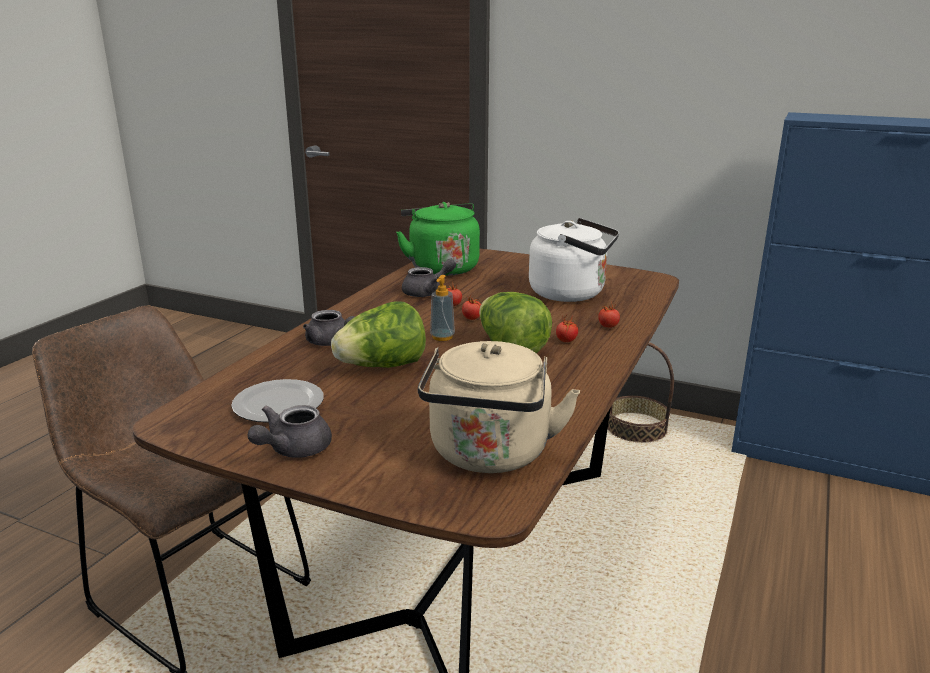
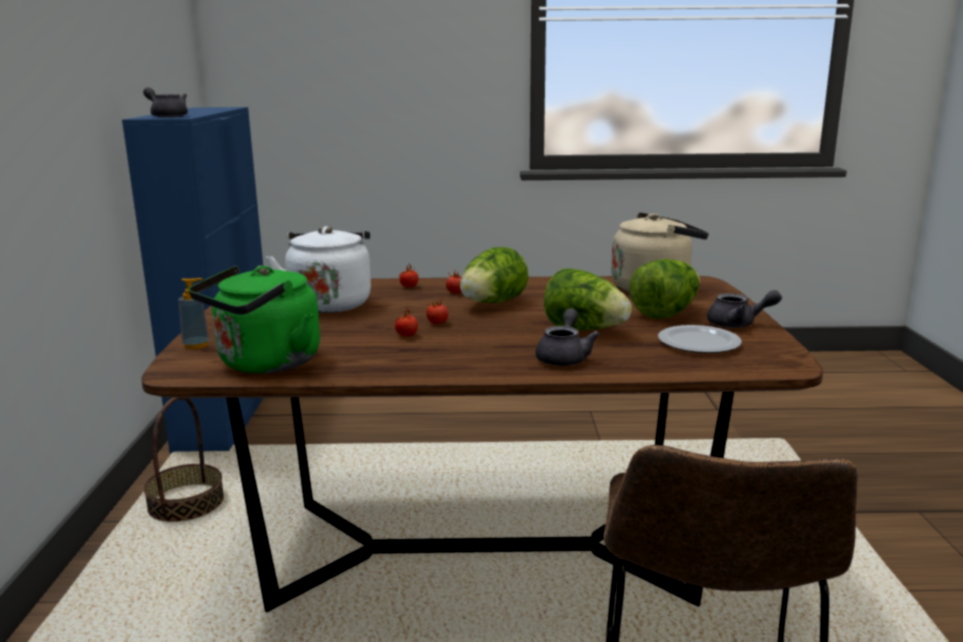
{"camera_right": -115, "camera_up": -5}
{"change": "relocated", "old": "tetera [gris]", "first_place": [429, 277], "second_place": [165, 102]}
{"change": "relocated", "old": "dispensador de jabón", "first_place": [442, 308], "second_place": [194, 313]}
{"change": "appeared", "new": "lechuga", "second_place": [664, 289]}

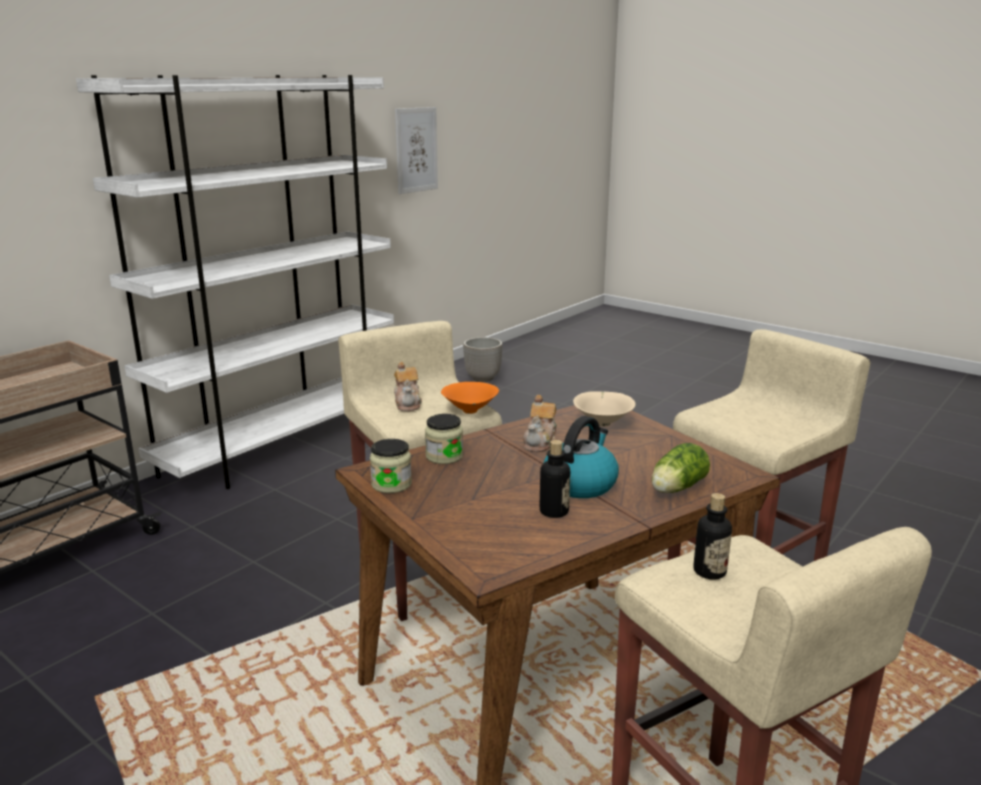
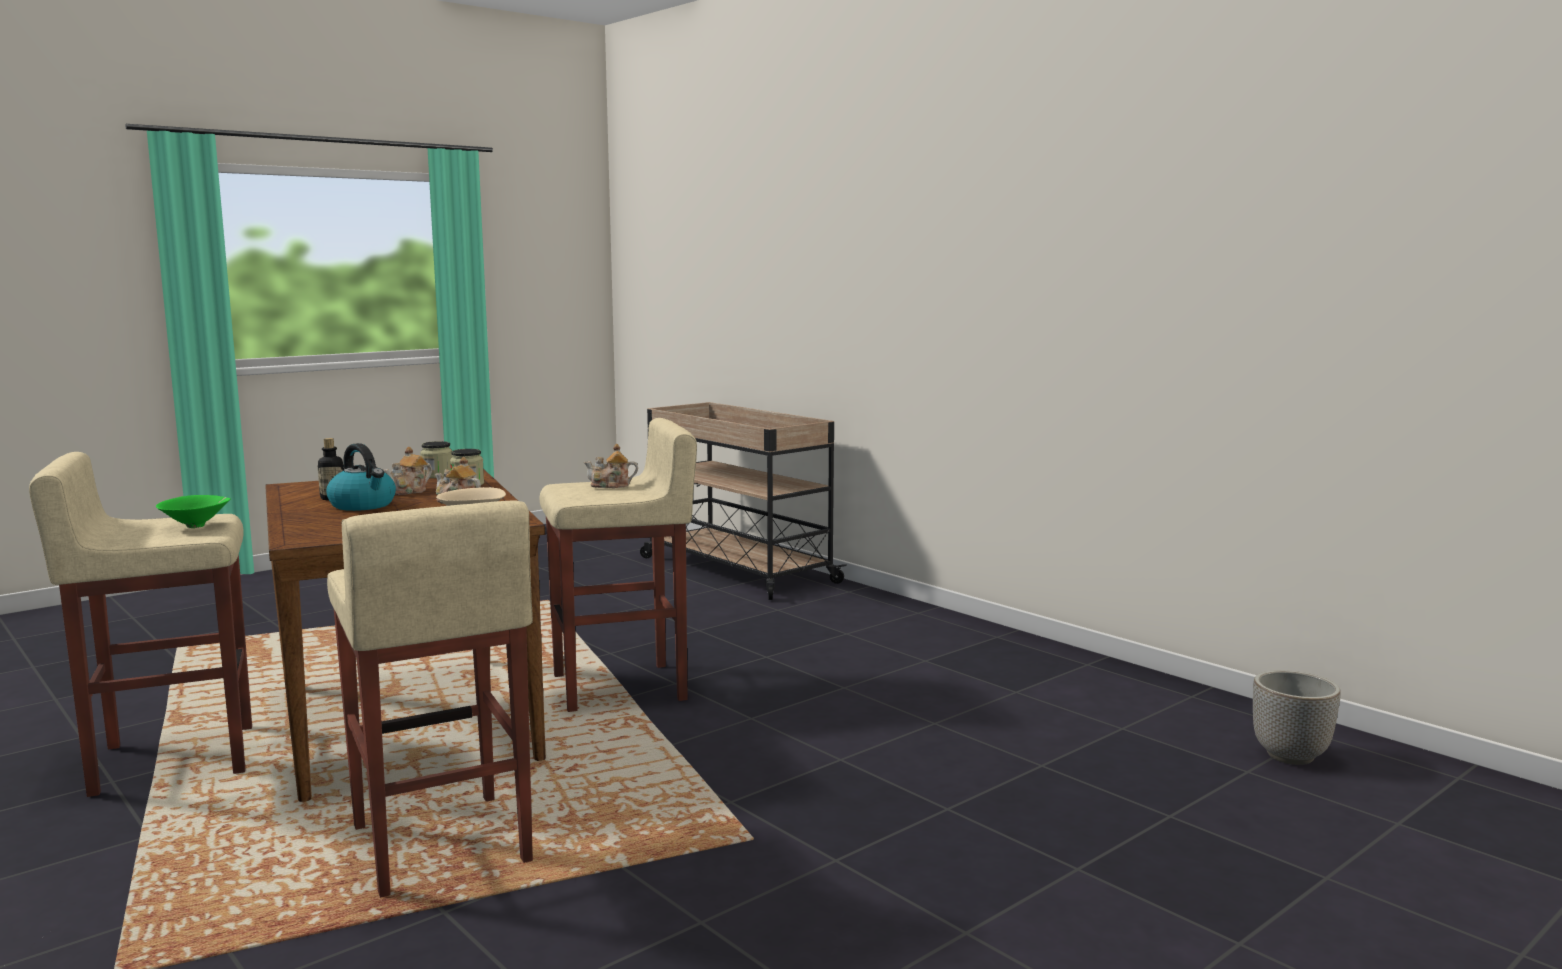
{"camera_right": 100, "camera_up": -10}
{"change": "missing", "old": "estantería [blanco]", "first_place": [235, 282]}
{"change": "missing", "old": "cuadro", "first_place": [416, 150]}
{"change": "missing", "old": "cuenco [naranja]", "first_place": [470, 398]}
{"change": "missing", "old": "lechuga", "first_place": [680, 468]}
{"change": "exchanged", "old": "botella", "new": "cuenco [verde]", "first_place": [712, 536], "second_place": [193, 511]}
{"change": "appeared", "new": "tetera", "second_place": [407, 471]}

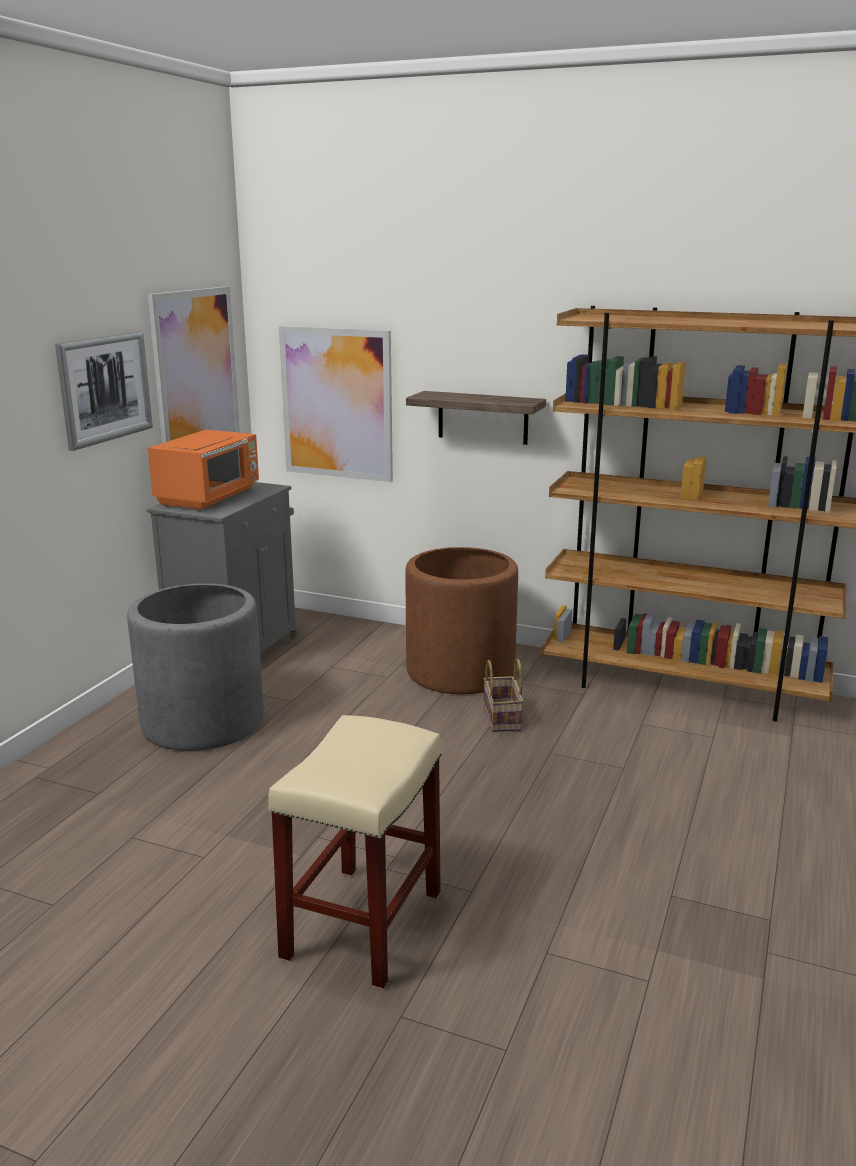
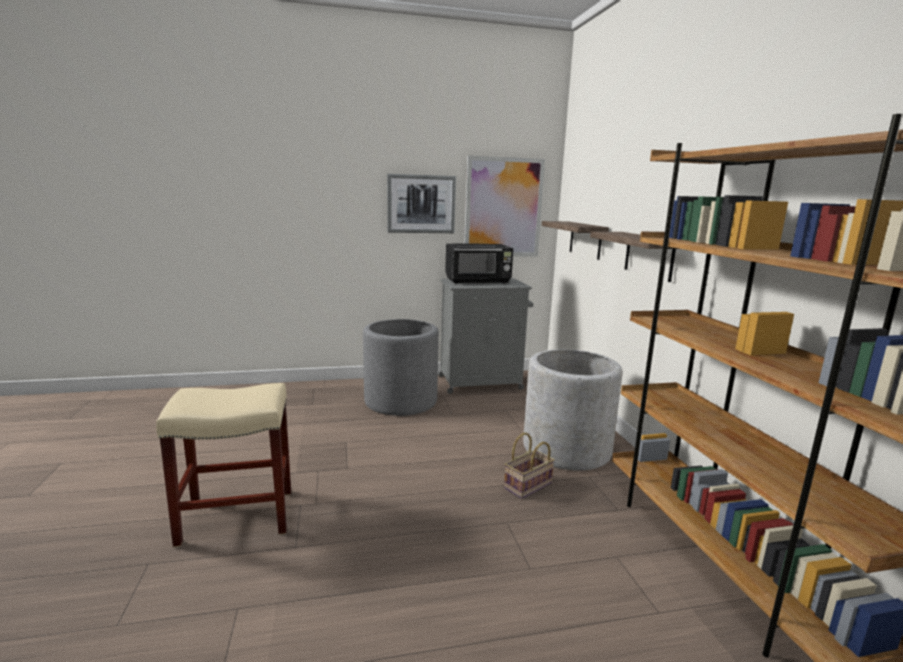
{"camera_right": 55, "camera_up": -5}
{"change": "exchanged", "old": "cuadro", "new": "estante", "first_place": [336, 404], "second_place": [575, 240]}
{"change": "colour", "old": "microondas [naranja]", "new": "microondas [negro]", "first_place": [203, 470], "second_place": [479, 263]}
{"change": "colour", "old": "maceta [marrón]", "new": "maceta [gris]", "first_place": [461, 620], "second_place": [573, 410]}

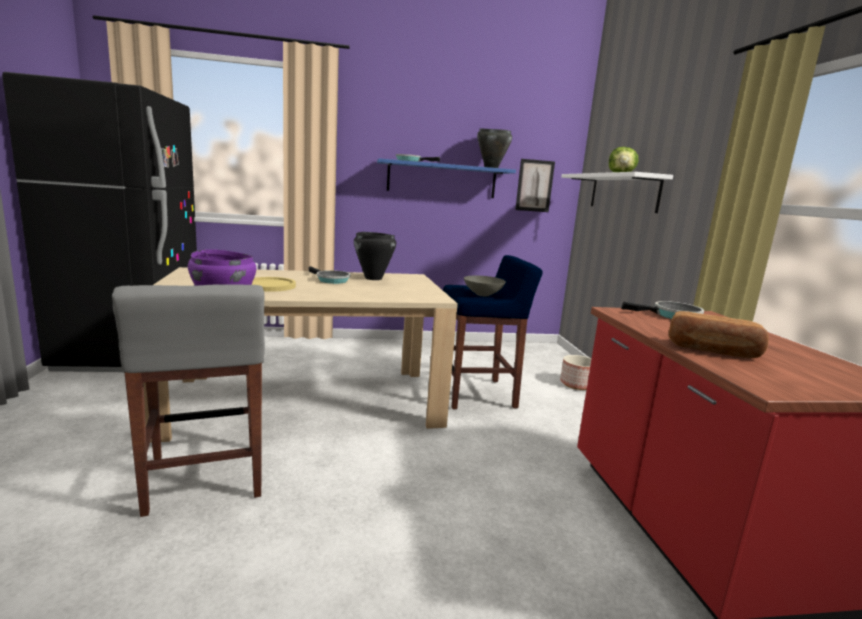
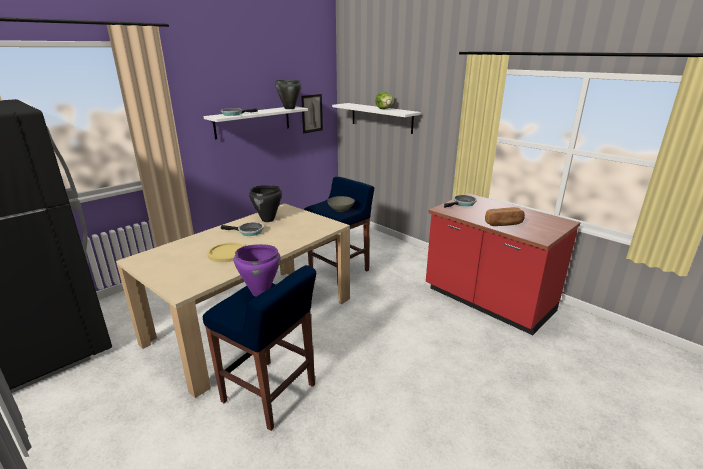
{"camera_right": -35, "camera_up": 10}
{"change": "colour", "old": "estante [azul]", "new": "estante [blanco]", "first_place": [446, 178], "second_place": [255, 123]}
{"change": "colour", "old": "taburete [gris]", "new": "taburete [azul]", "first_place": [188, 400], "second_place": [259, 348]}
{"change": "missing", "old": "maceta", "first_place": [576, 372]}

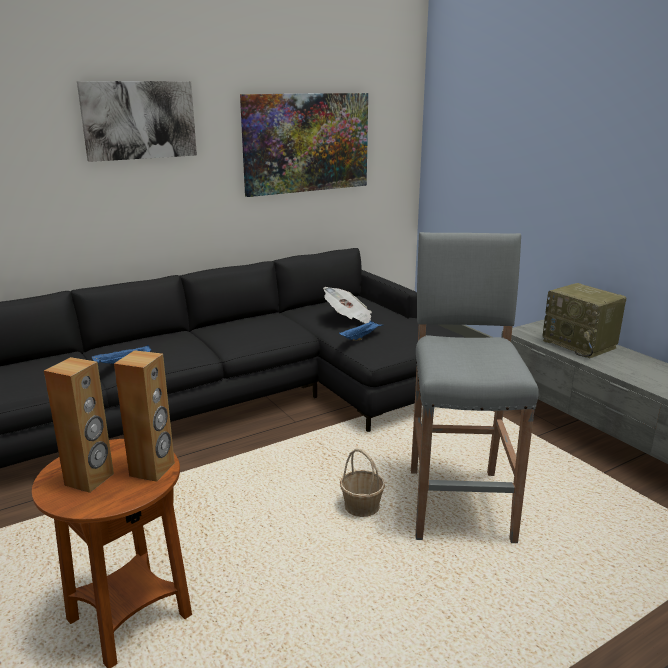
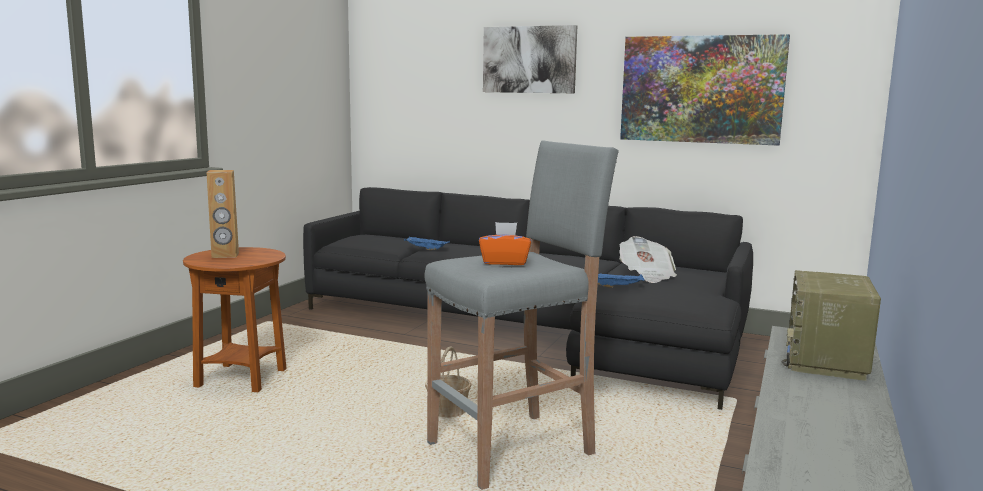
{"camera_right": 55, "camera_up": -10}
{"change": "missing", "old": "altavoz [marrón]", "first_place": [144, 416]}
{"change": "appeared", "new": "caja de pañuelos [naranja]", "second_place": [505, 243]}

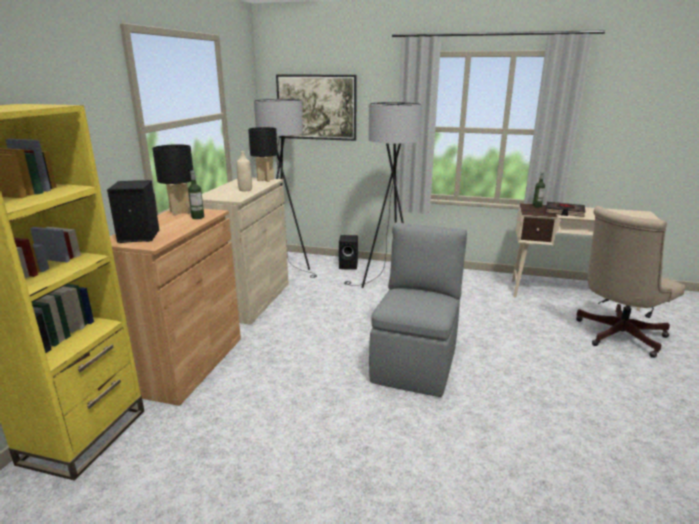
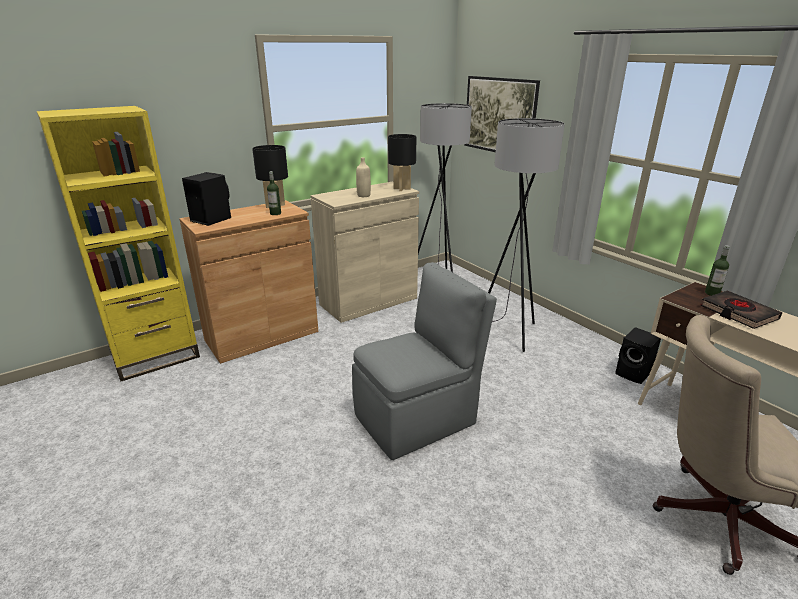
{"camera_right": 40, "camera_up": 5}
{"change": "relocated", "old": "altavoz [negro]", "first_place": [348, 252], "second_place": [638, 355]}

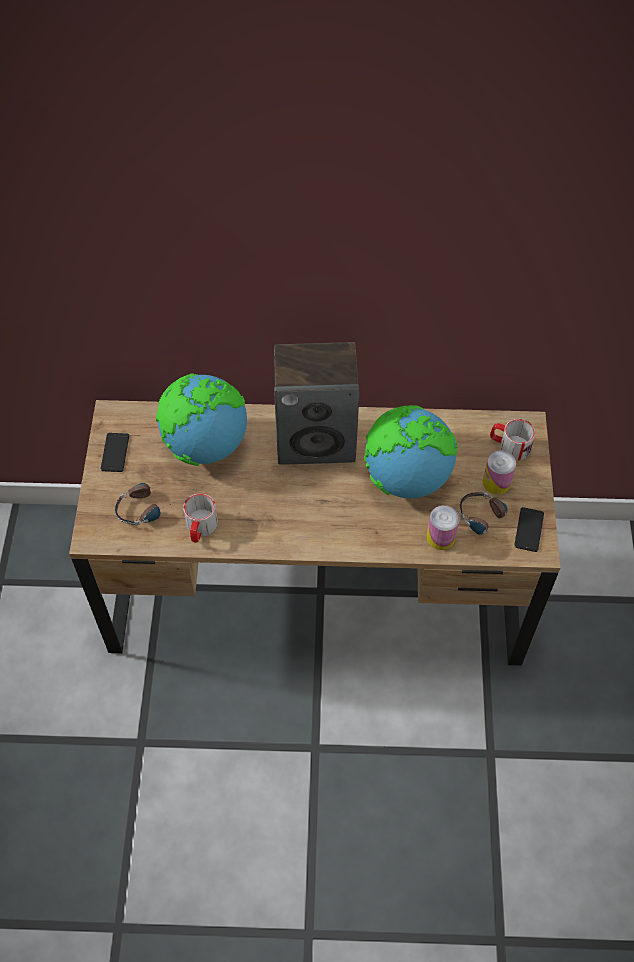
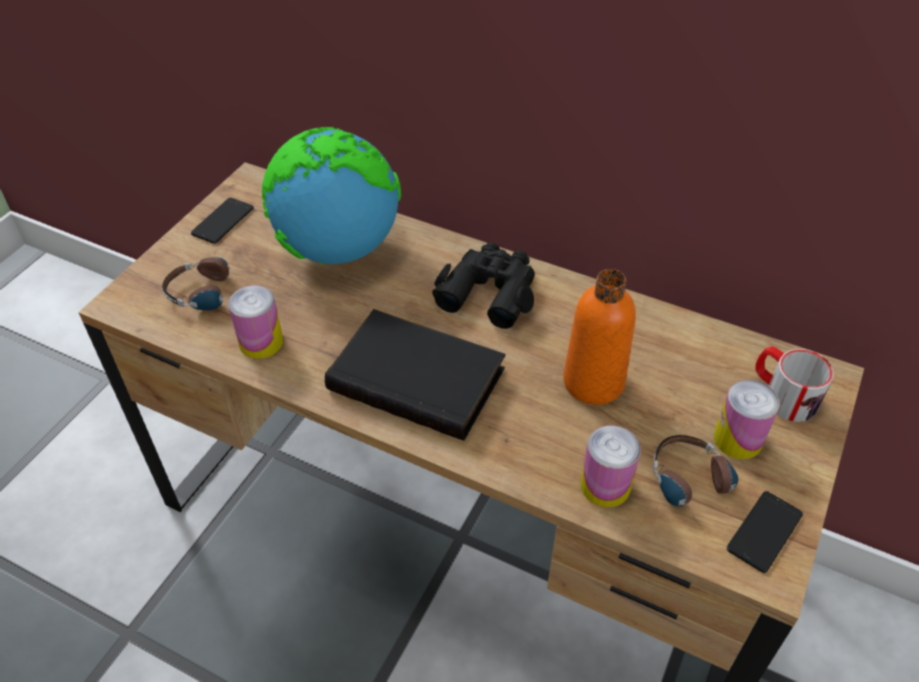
{"camera_right": 25, "camera_up": -10}
{"change": "exchanged", "old": "altavoz", "new": "prismáticos [negro]", "first_place": [317, 403], "second_place": [483, 286]}
{"change": "exchanged", "old": "globo terráqueo", "new": "botella [naranja]", "first_place": [411, 451], "second_place": [599, 337]}
{"change": "exchanged", "old": "taza grande", "new": "lata", "first_place": [200, 518], "second_place": [255, 322]}
{"change": "appeared", "new": "libro [negro]", "second_place": [415, 375]}

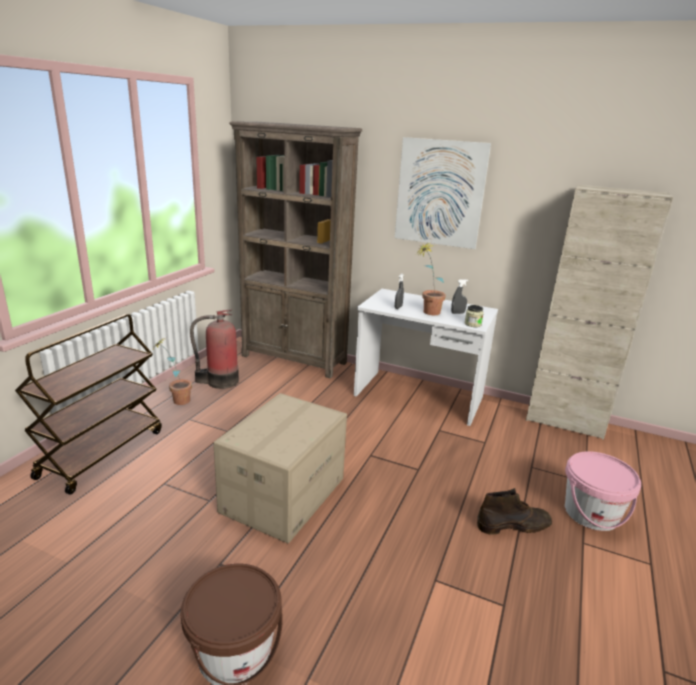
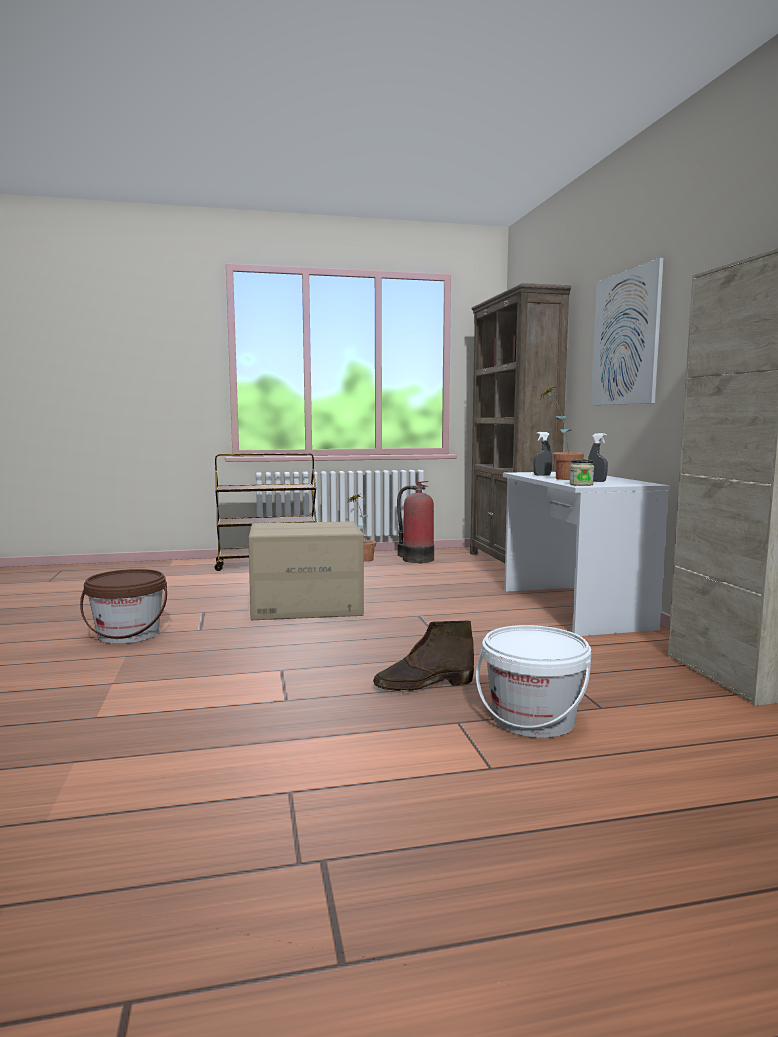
{"camera_right": 55, "camera_up": -15}
{"change": "colour", "old": "cubo [rosa]", "new": "cubo [blanco]", "first_place": [603, 491], "second_place": [533, 681]}
{"change": "spun", "old": "bota [marrón]", "first_place": [514, 511], "second_place": [423, 656], "degrees": 120}

